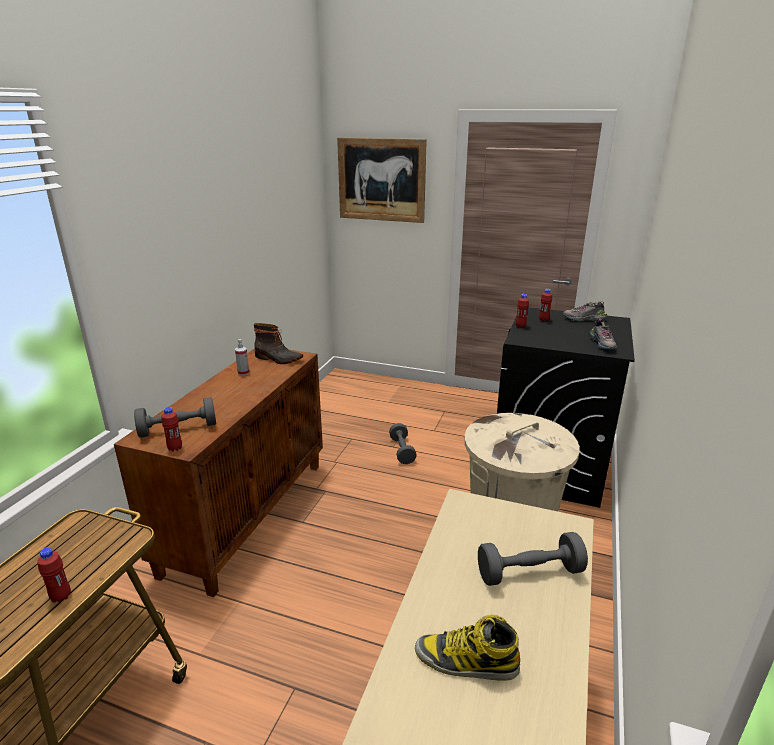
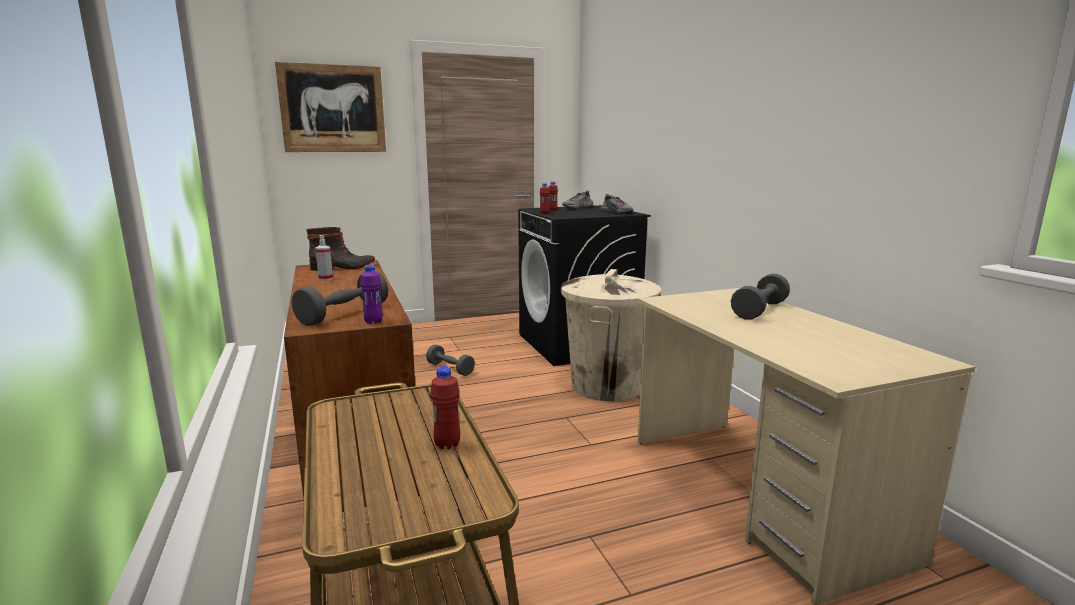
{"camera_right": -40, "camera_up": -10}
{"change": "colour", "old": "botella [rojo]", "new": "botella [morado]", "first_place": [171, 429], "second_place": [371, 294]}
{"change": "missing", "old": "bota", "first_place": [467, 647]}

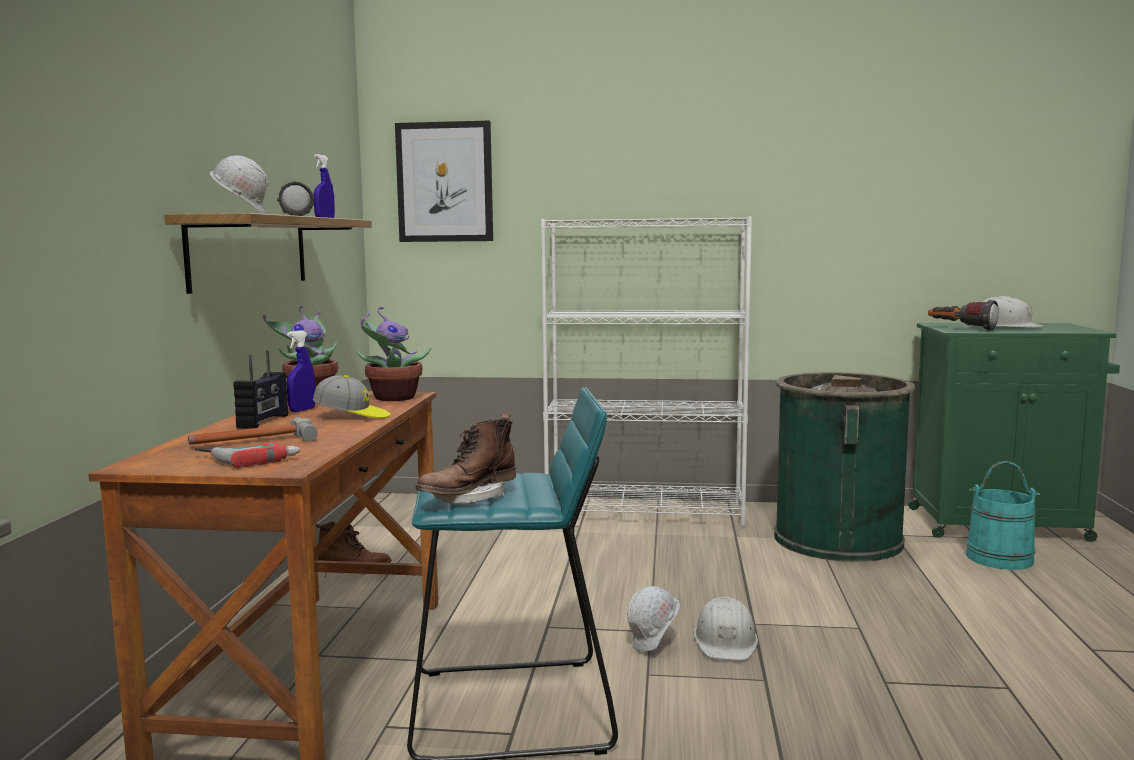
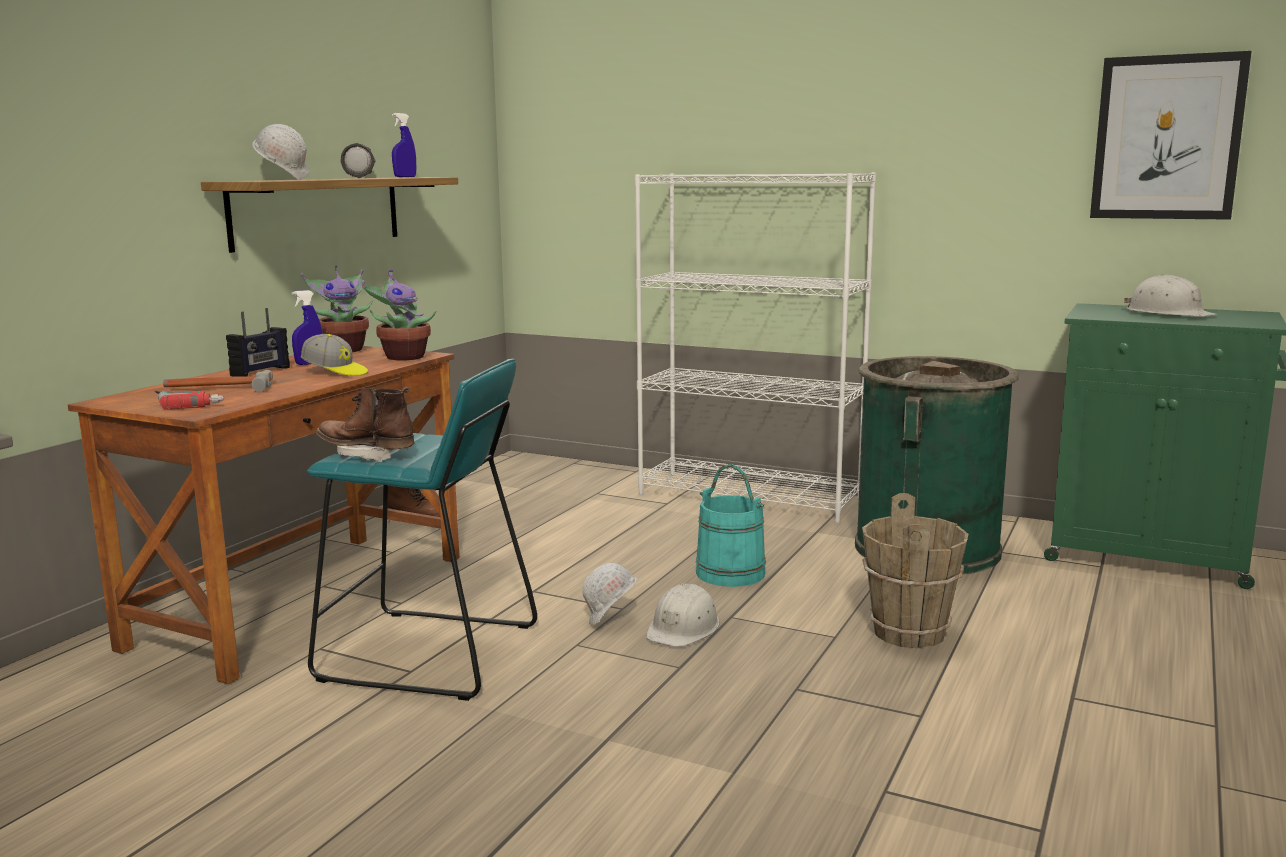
{"camera_right": 20, "camera_up": 5}
{"change": "relocated", "old": "cuadro", "first_place": [444, 181], "second_place": [1171, 135]}
{"change": "missing", "old": "linterna", "first_place": [963, 315]}
{"change": "spun", "old": "bota [marrón]", "first_place": [465, 459], "second_place": [365, 424], "degrees": 45}
{"change": "relocated", "old": "cubo [turquesa]", "first_place": [1003, 515], "second_place": [730, 525]}
{"change": "appeared", "new": "cubo [marrón]", "second_place": [915, 570]}

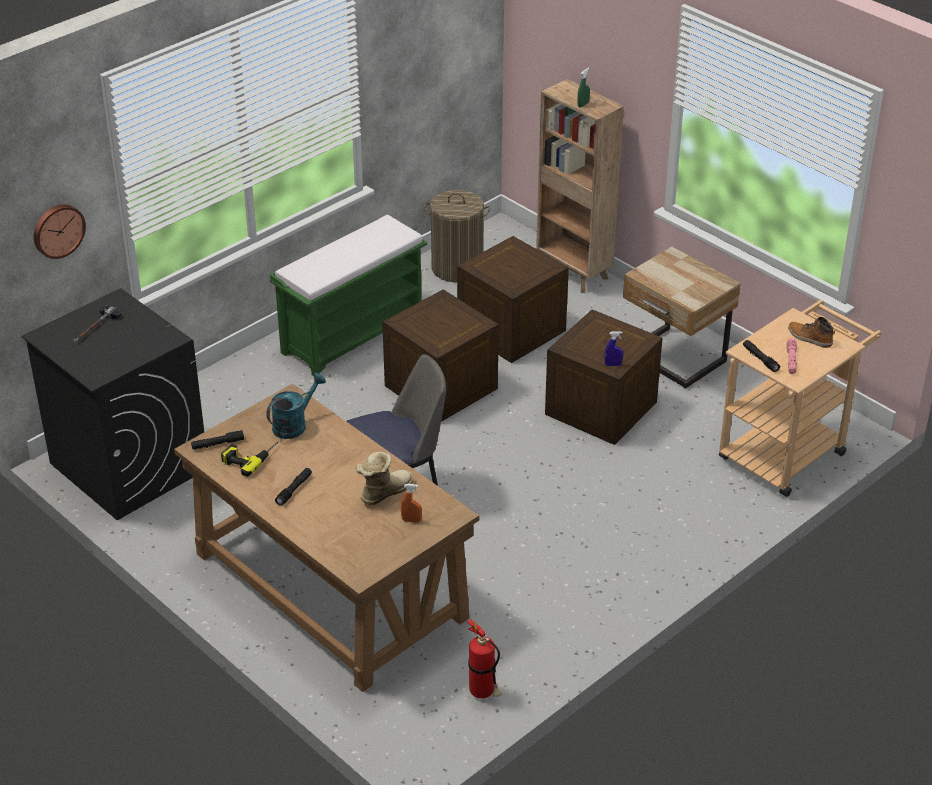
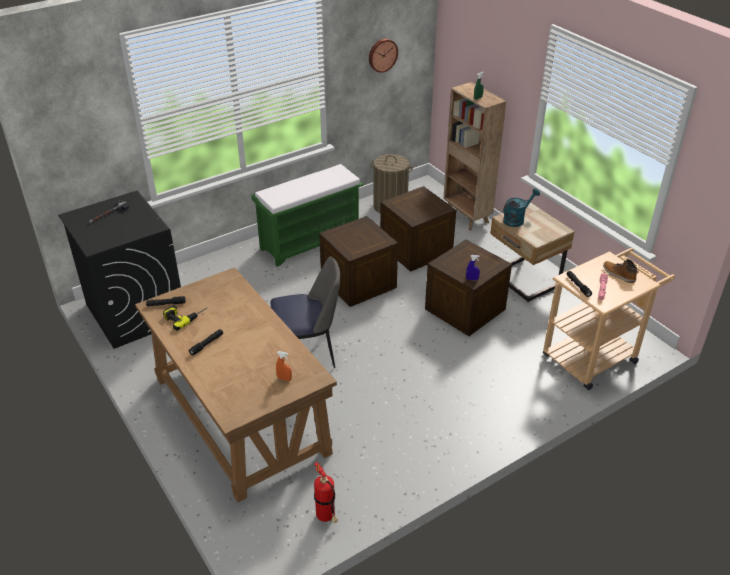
{"camera_right": 10, "camera_up": 0}
{"change": "relocated", "old": "reloj de pared", "first_place": [60, 231], "second_place": [383, 56]}
{"change": "relocated", "old": "regadera [turquesa]", "first_place": [296, 406], "second_place": [521, 207]}
{"change": "missing", "old": "bota", "first_place": [385, 478]}

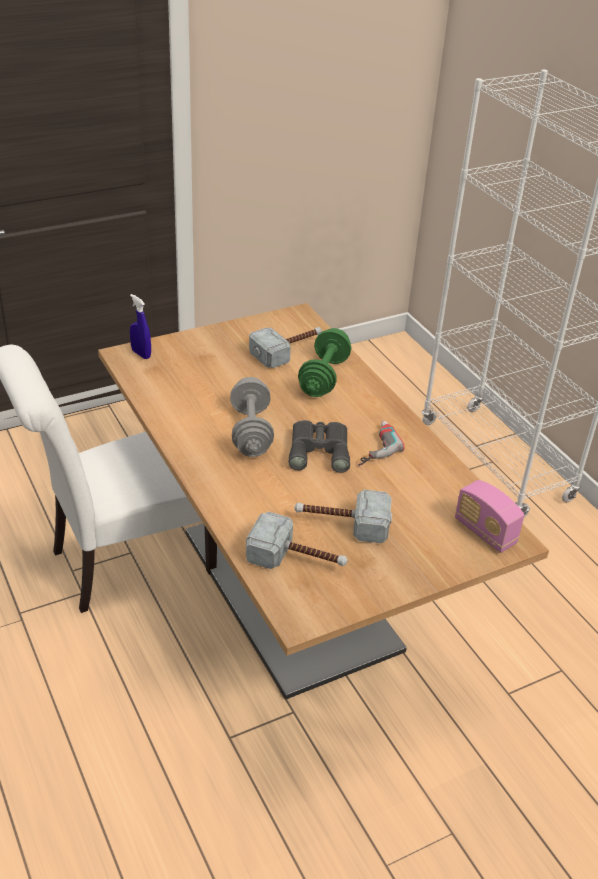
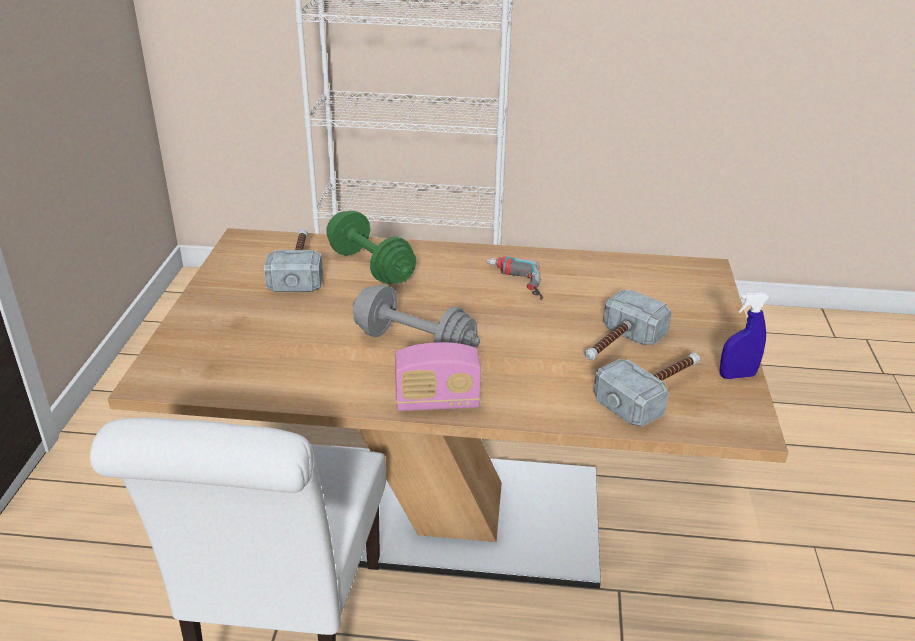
{"camera_right": -55, "camera_up": -5}
{"change": "relocated", "old": "pulverizador [azul]", "first_place": [140, 326], "second_place": [744, 335]}
{"change": "missing", "old": "prismáticos [gris]", "first_place": [319, 446]}
{"change": "relocated", "old": "radio", "first_place": [489, 516], "second_place": [438, 376]}

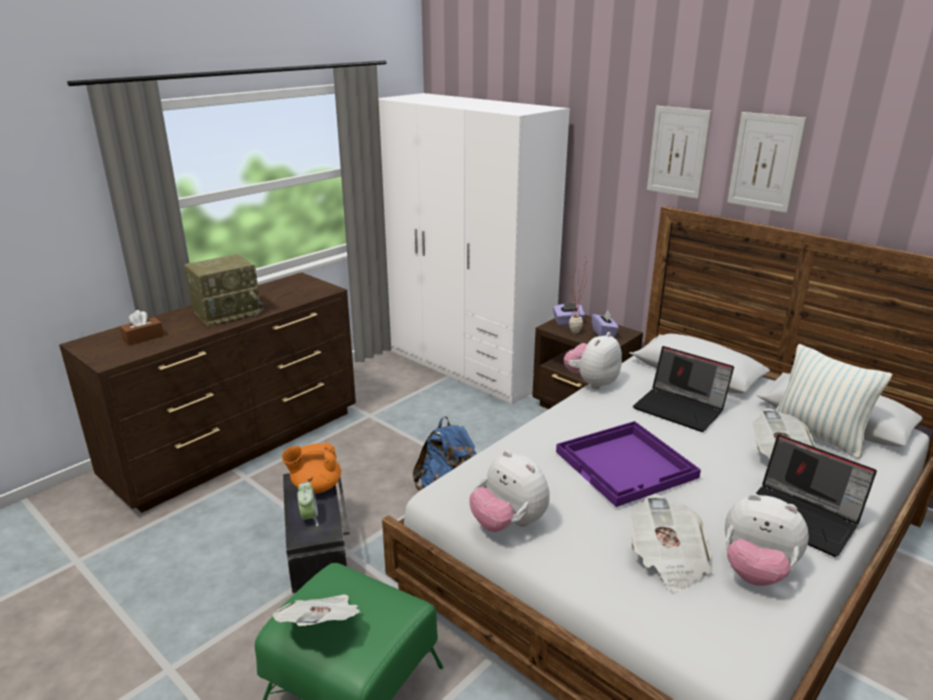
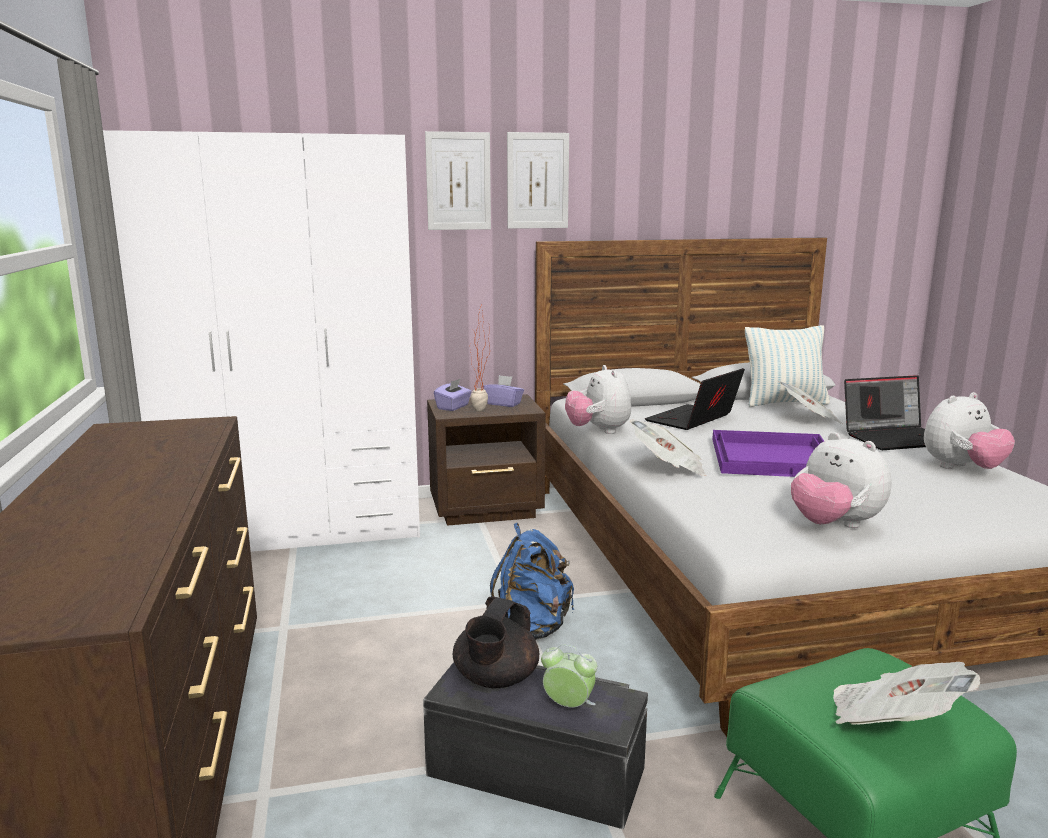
{"camera_right": -55, "camera_up": -10}
{"change": "relocated", "old": "cuadro", "first_place": [766, 162], "second_place": [458, 180]}
{"change": "missing", "old": "radio", "first_place": [224, 290]}
{"change": "missing", "old": "caja de pañuelos [marrón]", "first_place": [142, 328]}
{"change": "spun", "old": "portátil", "first_place": [683, 389], "second_place": [695, 399], "degrees": 150}
{"change": "colour", "old": "tetera [naranja]", "new": "tetera [negro]", "first_place": [311, 467], "second_place": [496, 642]}
{"change": "spun", "old": "peluche", "first_place": [509, 491], "second_place": [841, 480], "degrees": 60}
{"change": "relocated", "old": "periódico", "first_place": [671, 543], "second_place": [668, 448]}

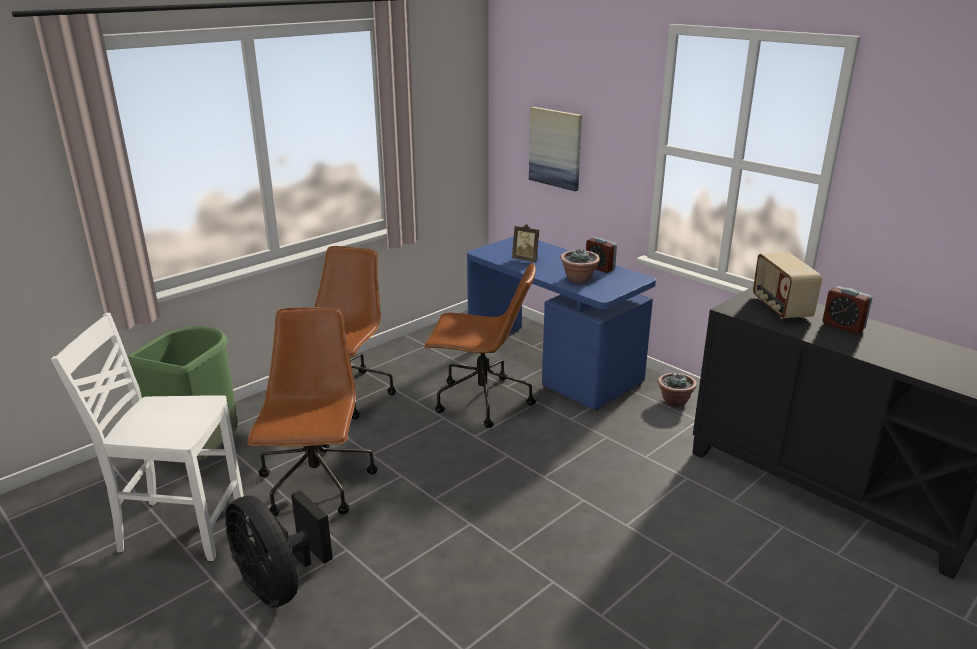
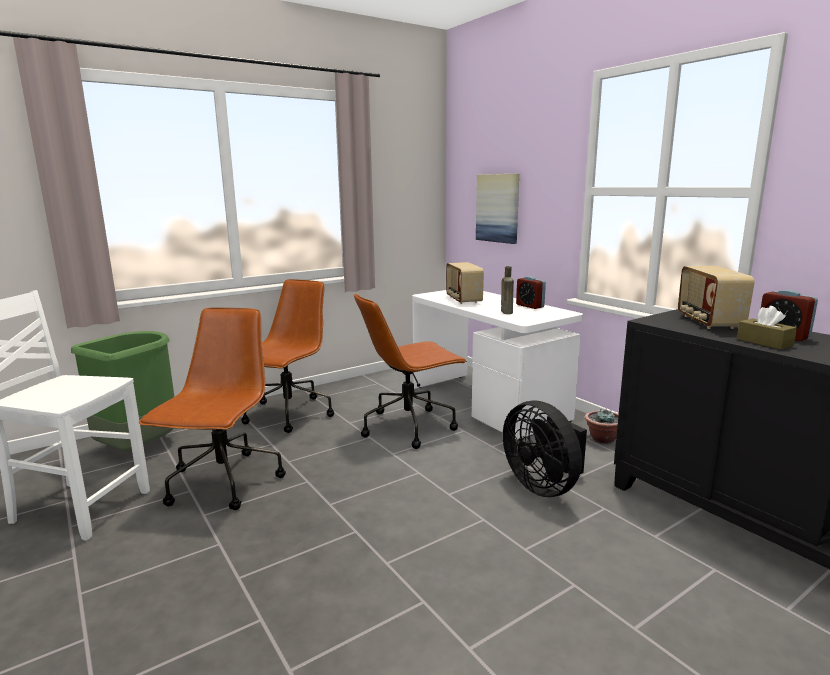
{"camera_right": 10, "camera_up": -10}
{"change": "exchanged", "old": "portarretratos", "new": "radio", "first_place": [525, 243], "second_place": [465, 283]}
{"change": "colour", "old": "escritorio [azul]", "new": "escritorio [blanco]", "first_place": [561, 323], "second_place": [497, 365]}
{"change": "exchanged", "old": "planta en maceta", "new": "botella [marrón]", "first_place": [580, 266], "second_place": [507, 290]}
{"change": "spun", "old": "silla de oficina [marrón]", "first_place": [480, 345], "second_place": [410, 371], "degrees": 135}
{"change": "relocated", "old": "ventilador [negro]", "first_place": [279, 549], "second_place": [545, 448]}
{"change": "appeared", "new": "caja de pañuelos [marrón]", "second_place": [767, 328]}

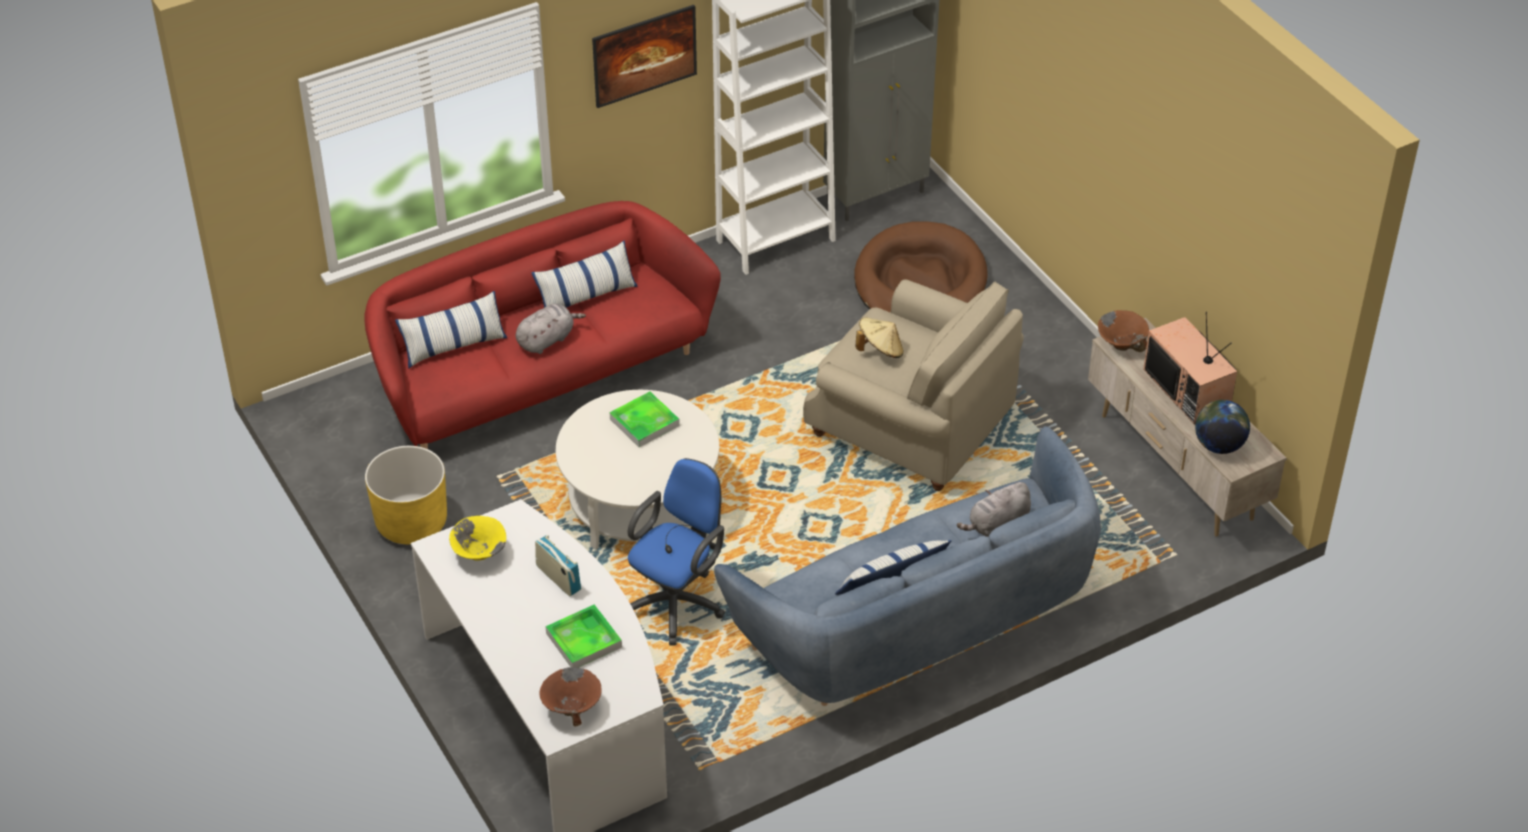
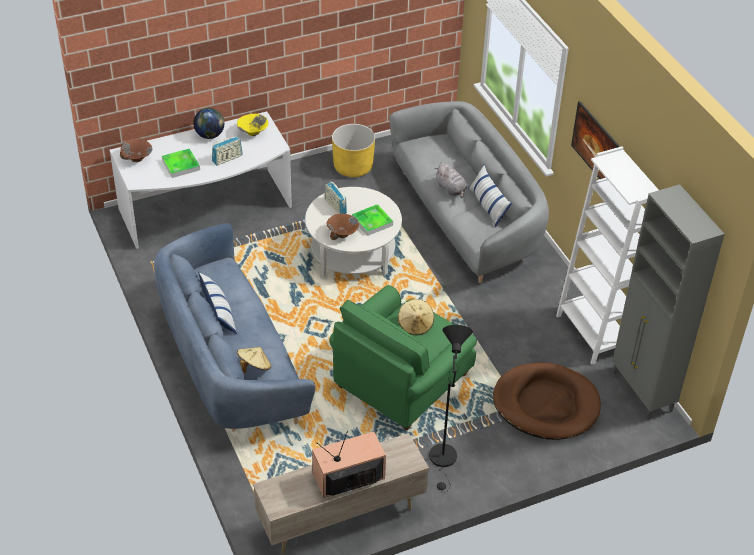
{"camera_right": 95, "camera_up": 0}
{"change": "colour", "old": "sofá [rojo]", "new": "sofá [gris]", "first_place": [543, 325], "second_place": [469, 192]}
{"change": "colour", "old": "sillón [beis]", "new": "sillón [verde]", "first_place": [913, 385], "second_place": [403, 357]}
{"change": "missing", "old": "cojín", "first_place": [451, 329]}
{"change": "relocated", "old": "cuenco [marrón]", "first_place": [1123, 331], "second_place": [342, 227]}
{"change": "relocated", "old": "globo terráqueo", "first_place": [1222, 427], "second_place": [208, 123]}
{"change": "missing", "old": "silla de oficina [azul]", "first_place": [676, 552]}
{"change": "exchanged", "old": "peluche [gris]", "new": "sombrero [beis]", "first_place": [994, 509], "second_place": [254, 360]}
{"change": "appeared", "new": "radio", "second_place": [336, 197]}
{"change": "appeared", "new": "lámpara de pie [negro]", "second_place": [451, 409]}

